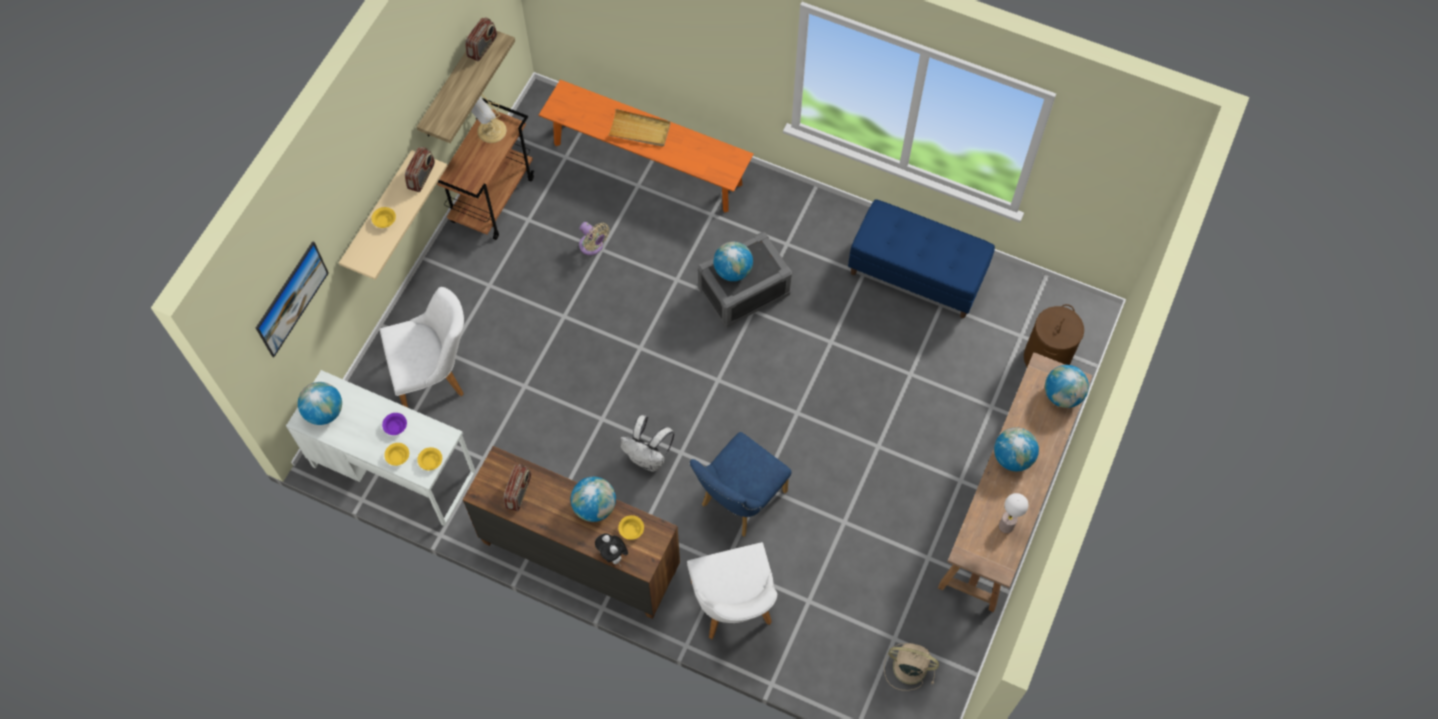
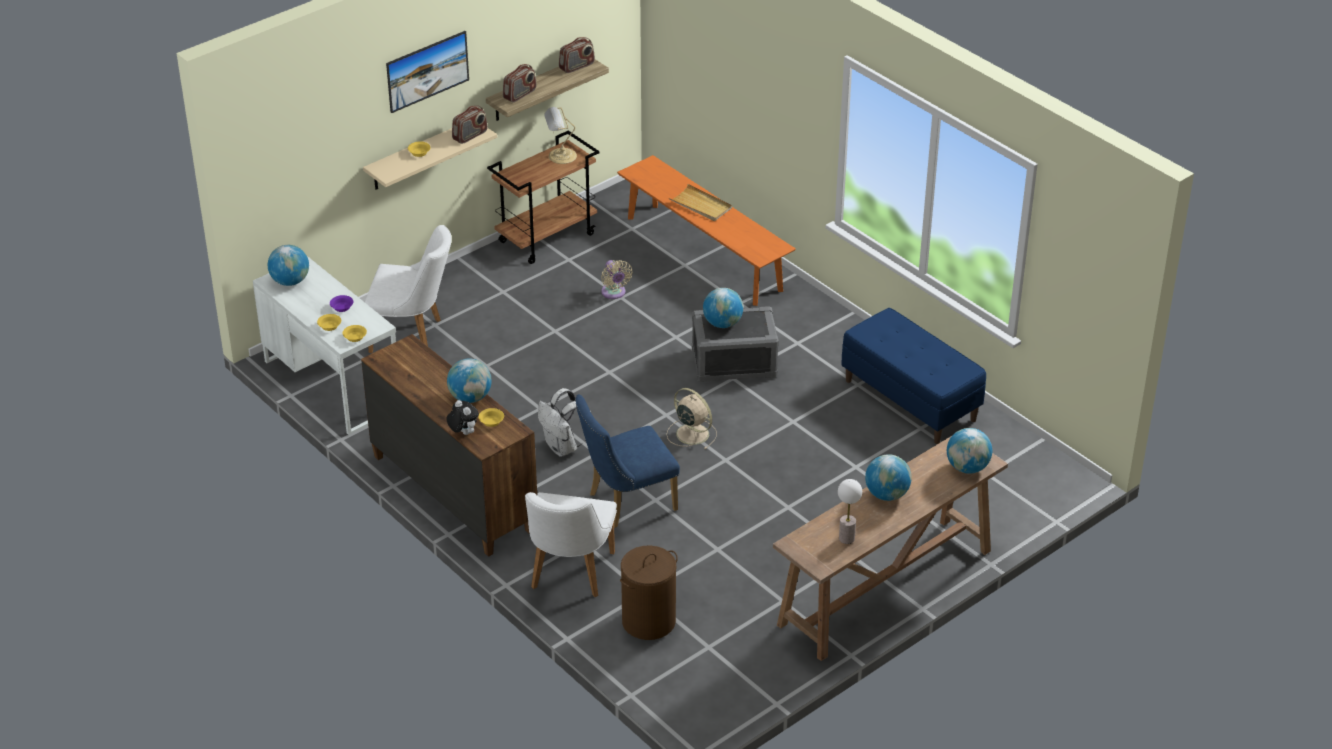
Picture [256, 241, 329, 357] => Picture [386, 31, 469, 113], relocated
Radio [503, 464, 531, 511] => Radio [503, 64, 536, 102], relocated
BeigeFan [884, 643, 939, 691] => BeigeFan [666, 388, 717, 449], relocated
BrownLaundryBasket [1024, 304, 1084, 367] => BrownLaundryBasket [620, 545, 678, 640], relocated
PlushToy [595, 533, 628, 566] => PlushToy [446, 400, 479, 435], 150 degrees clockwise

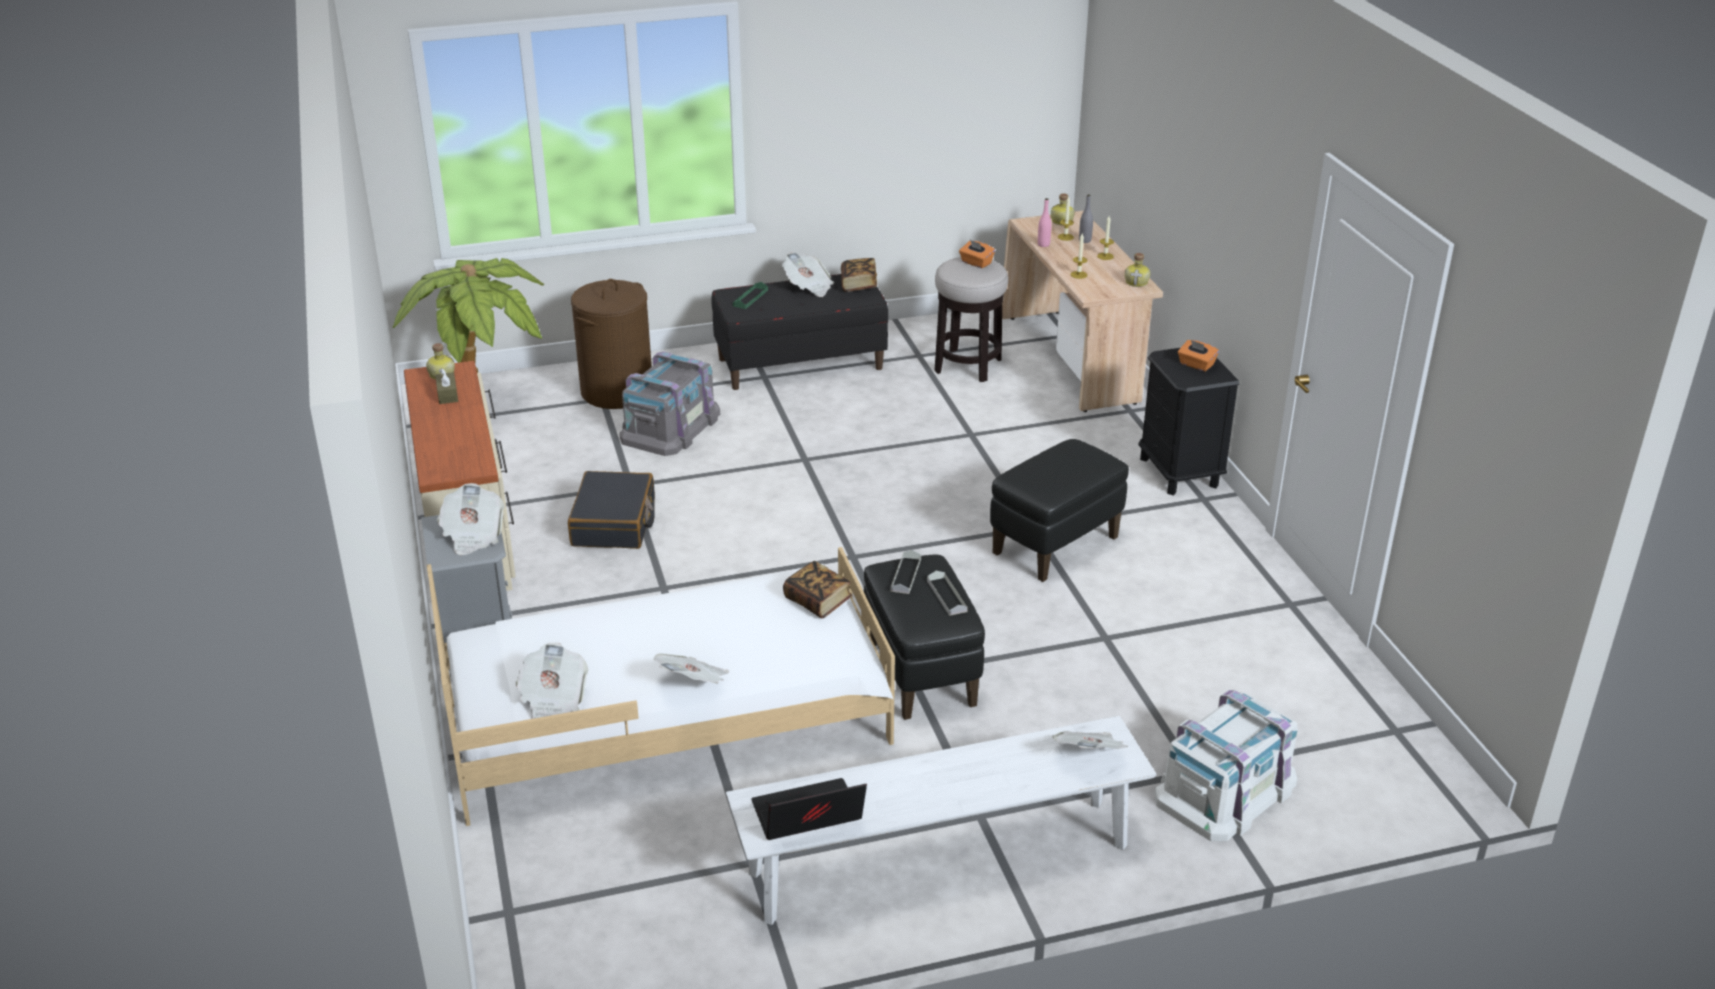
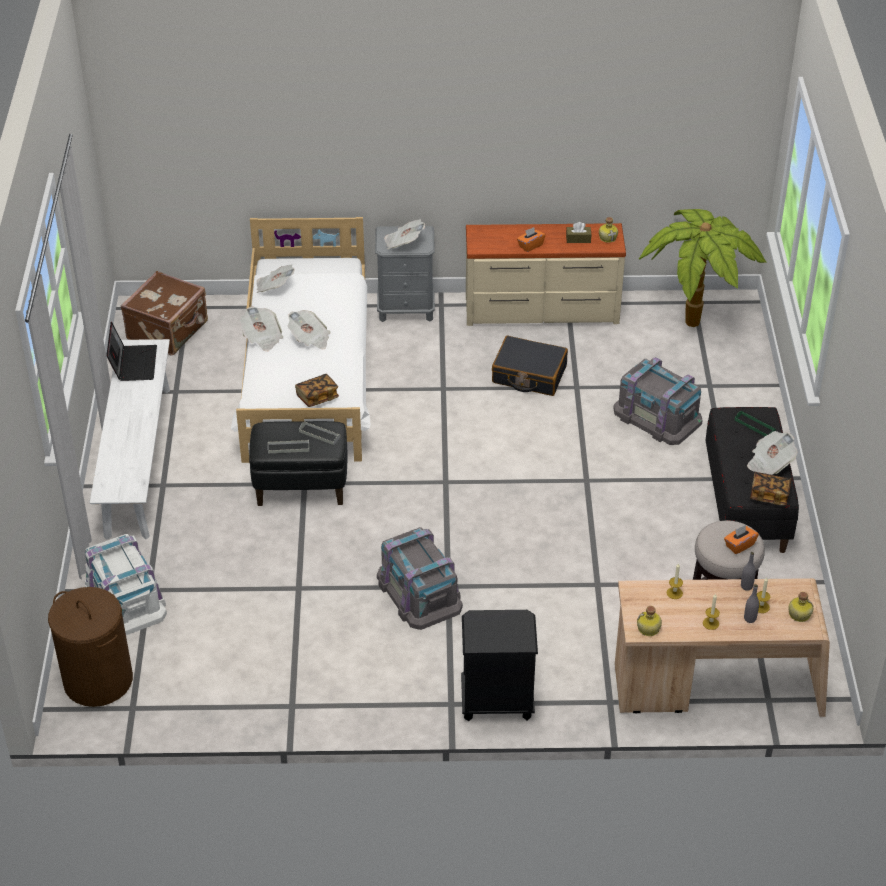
nothing => BrownSuitcase [121, 271, 208, 355]
BrownLaundryBasket [571, 279, 652, 409] => BrownLaundryBasket [48, 587, 133, 707], relocated
Newspaper [1052, 731, 1128, 749] => Newspaper [288, 310, 330, 349], relocated
OrangeTissueBox [1178, 340, 1219, 372] => OrangeTissueBox [517, 227, 546, 252], relocated
BlackOttoman [990, 439, 1129, 582] => GreyStorageBox [377, 527, 463, 630]
PinkBottle [1038, 198, 1052, 247] => GreyBottle [741, 552, 756, 591]

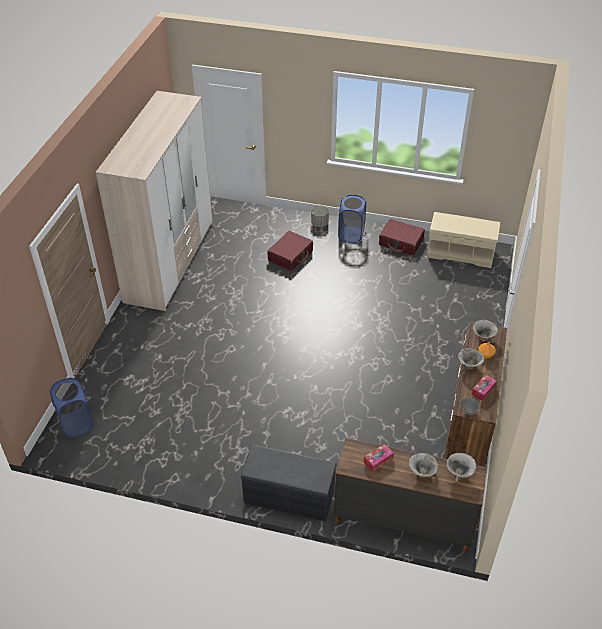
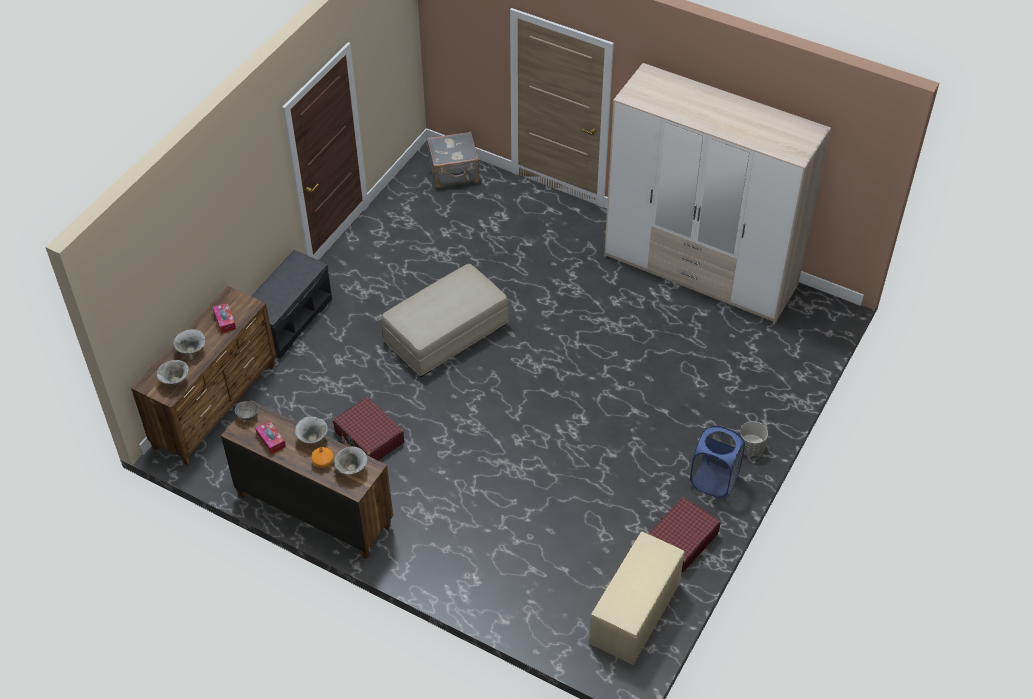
nothing => BeigeOttoman [381, 264, 509, 377]
RedSuitcase [267, 231, 313, 271] => RedSuitcase [333, 397, 404, 460], relocated
BlueLaundryBasket [50, 378, 93, 437] => GreySuitcase [427, 131, 479, 188]

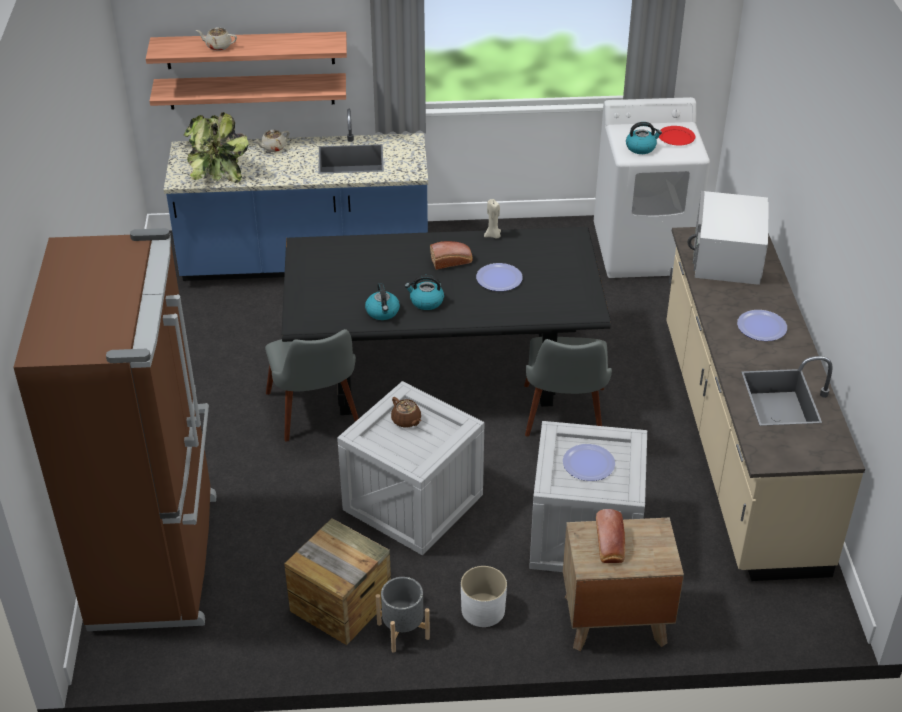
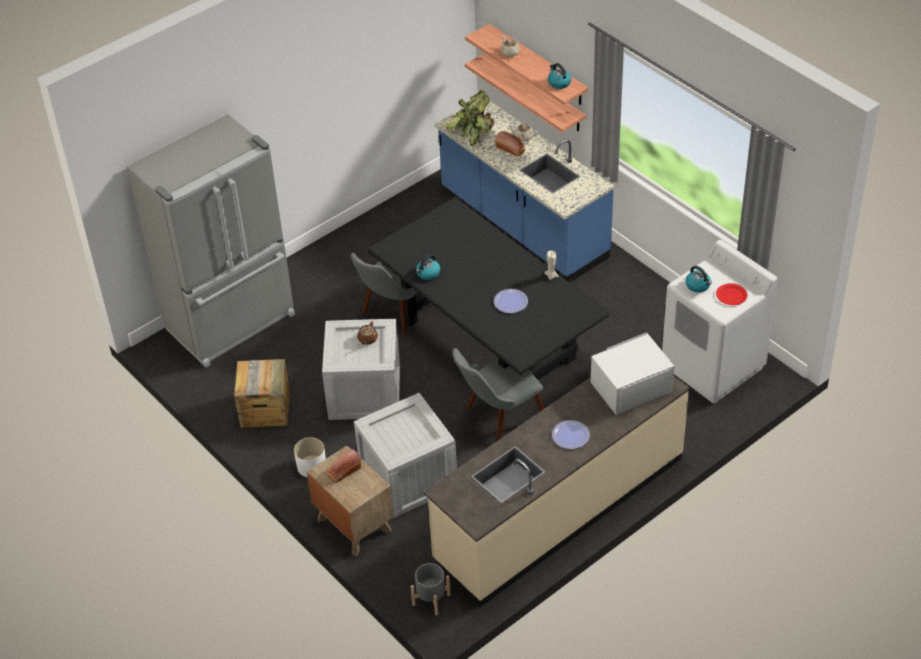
Plate [563, 444, 615, 481] => nothing
GreyPlanter [376, 577, 430, 653] => GreyPlanter [411, 563, 451, 615], relocated
Kettle [405, 275, 444, 310] => Kettle [548, 63, 571, 89], relocated
Bread [430, 241, 473, 270] => Bread [495, 131, 525, 156], relocated
BrownFridge [13, 228, 217, 631] => GreyFridge [127, 114, 295, 367]

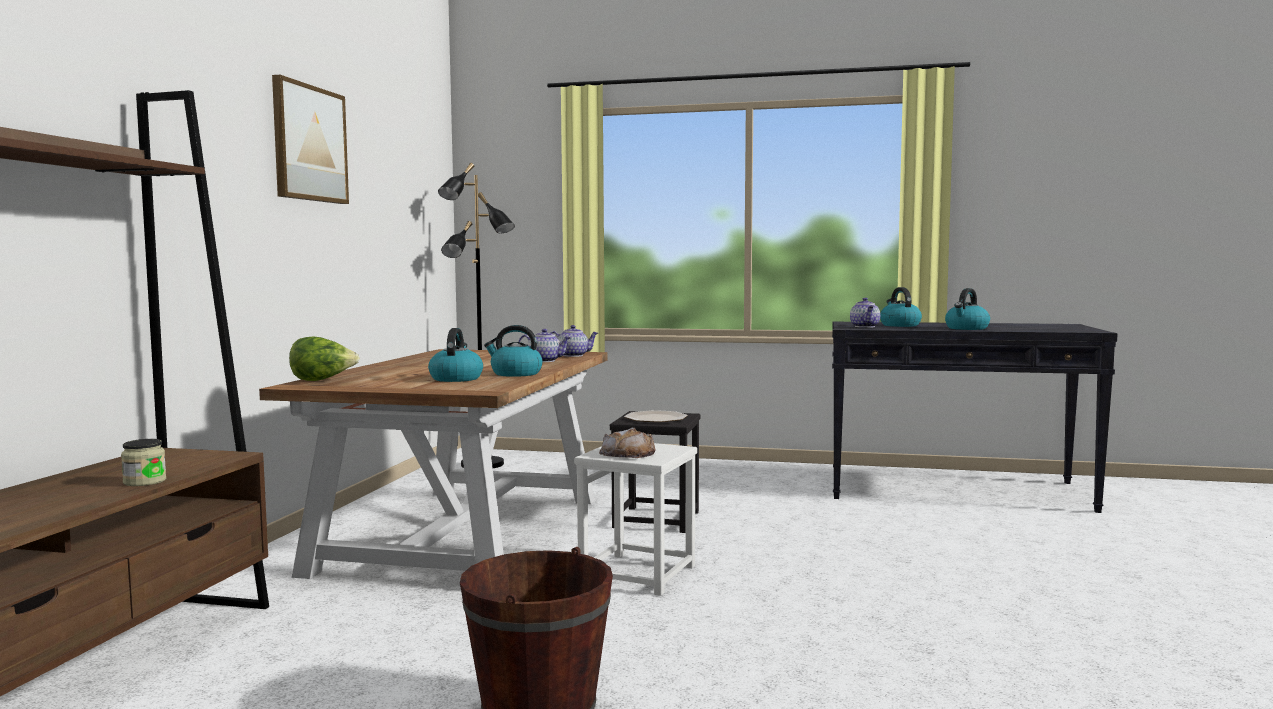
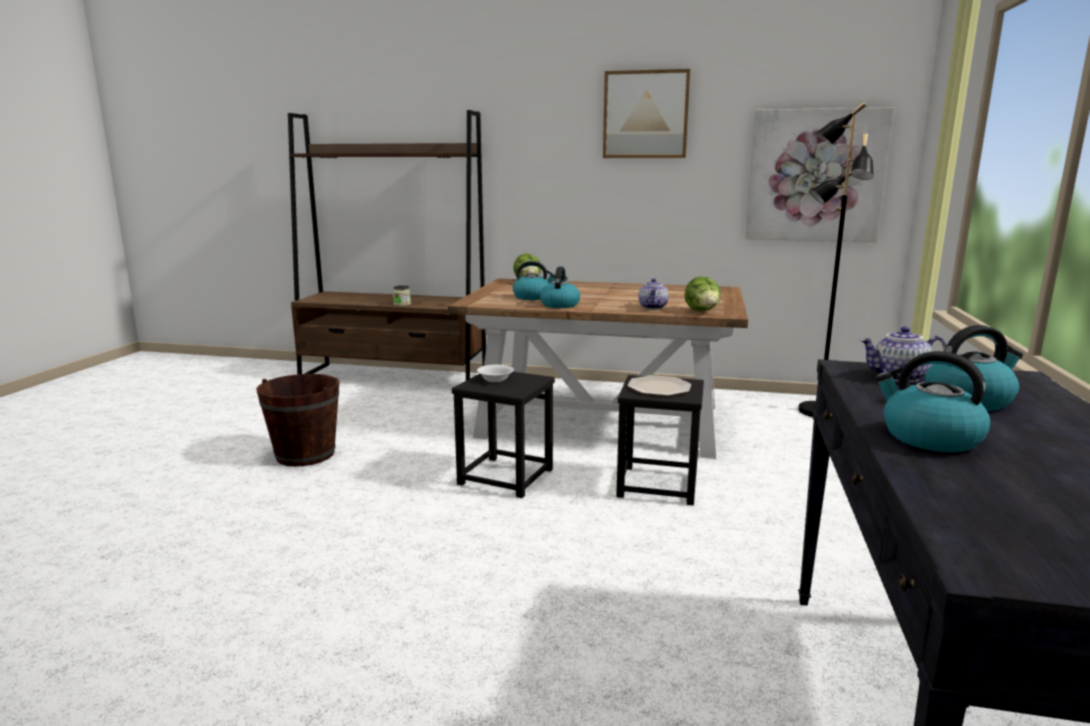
nothing => Picture [745, 108, 894, 242]
Teapot [551, 325, 598, 357] => Lettuce [684, 276, 721, 311]
Bread [599, 428, 656, 458] => WhiteBowl [477, 365, 514, 382]
WhiteStool [575, 443, 697, 596] => BlackStool [452, 372, 555, 498]

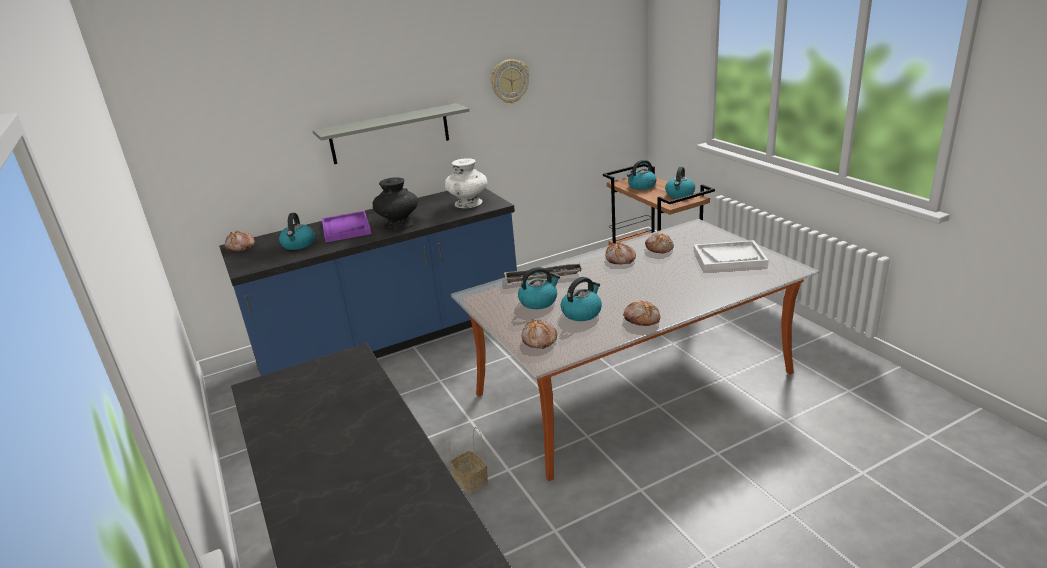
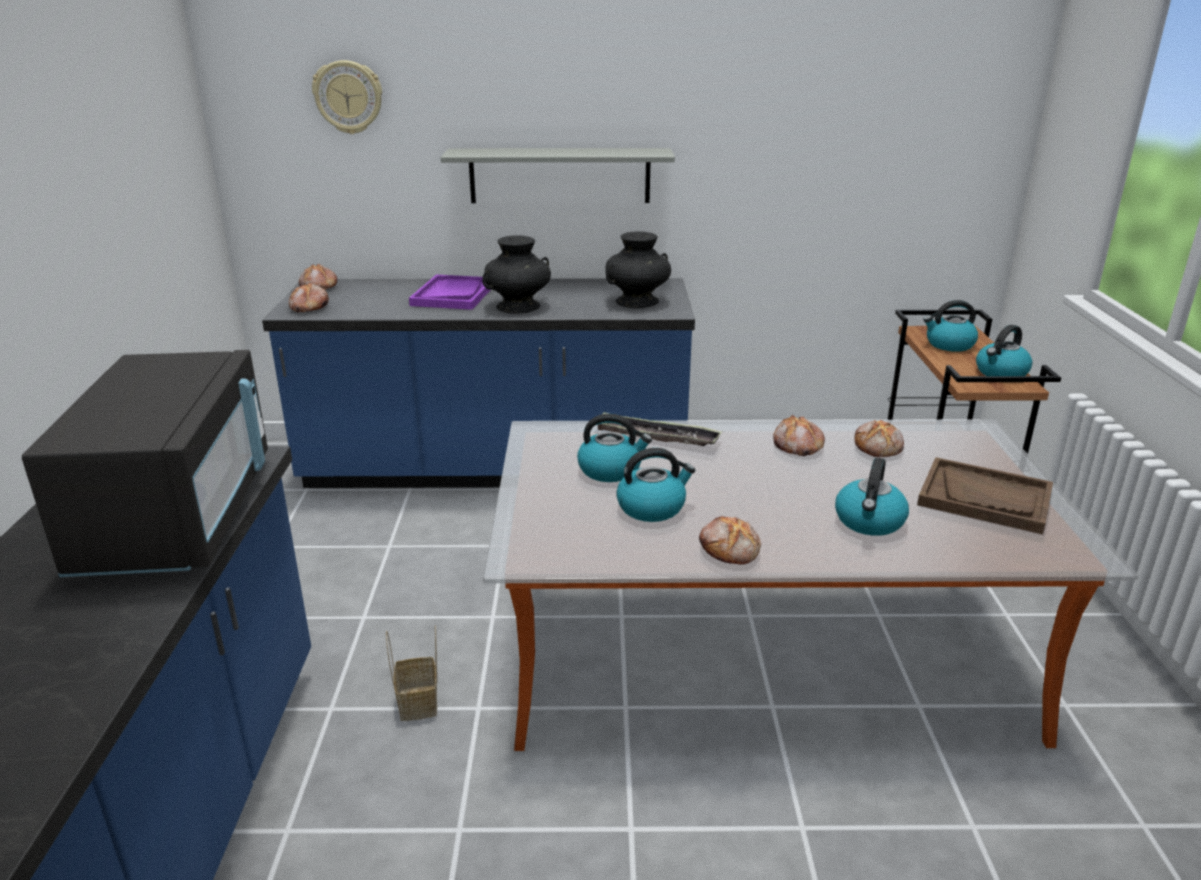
nothing => BlackMicrowave [22, 350, 268, 577]
Kettle [279, 213, 315, 250] => Kettle [835, 458, 909, 536], relocated
WallClock [491, 59, 529, 104] => WallClock [312, 60, 382, 134], relocated
Bread [521, 319, 557, 349] => Bread [289, 282, 329, 313], relocated
WhiteVase [445, 158, 487, 208] => BlackVase [605, 231, 671, 308]
WhiteTray [694, 240, 769, 270] => BrownTray [917, 457, 1053, 534]

